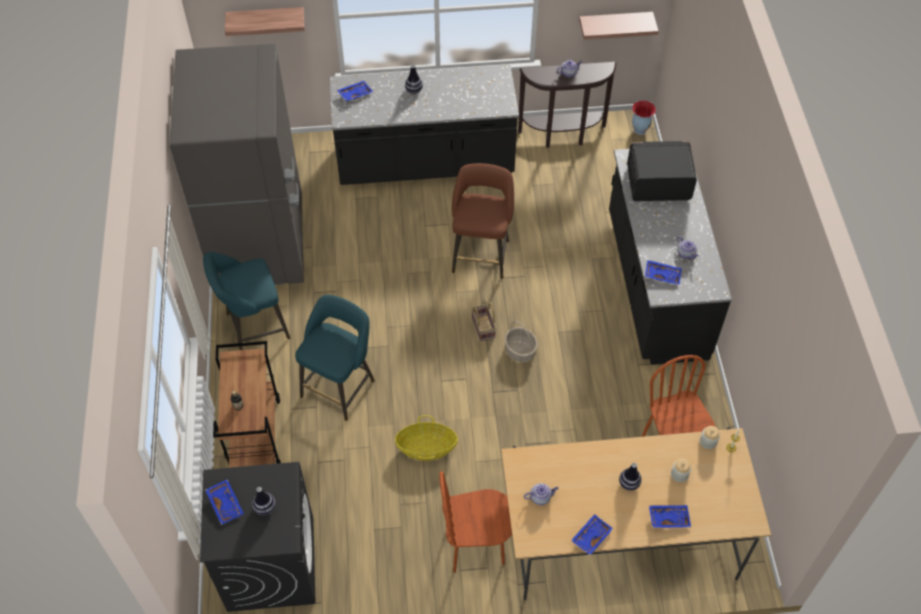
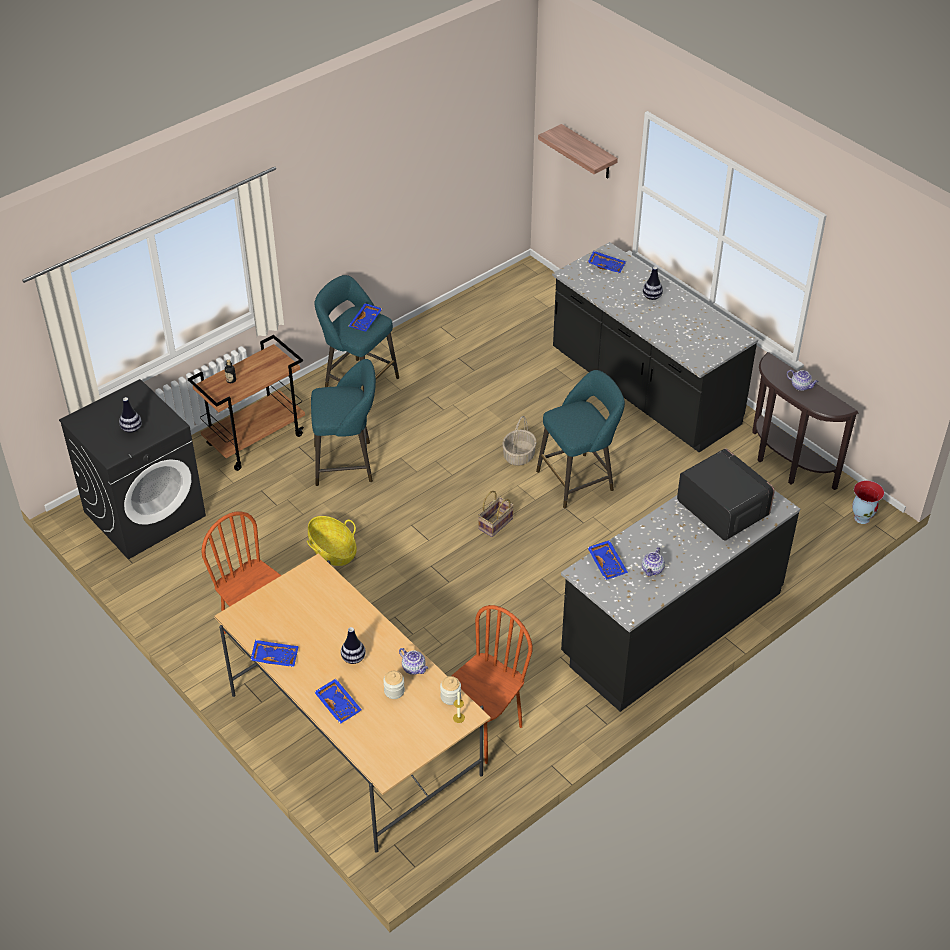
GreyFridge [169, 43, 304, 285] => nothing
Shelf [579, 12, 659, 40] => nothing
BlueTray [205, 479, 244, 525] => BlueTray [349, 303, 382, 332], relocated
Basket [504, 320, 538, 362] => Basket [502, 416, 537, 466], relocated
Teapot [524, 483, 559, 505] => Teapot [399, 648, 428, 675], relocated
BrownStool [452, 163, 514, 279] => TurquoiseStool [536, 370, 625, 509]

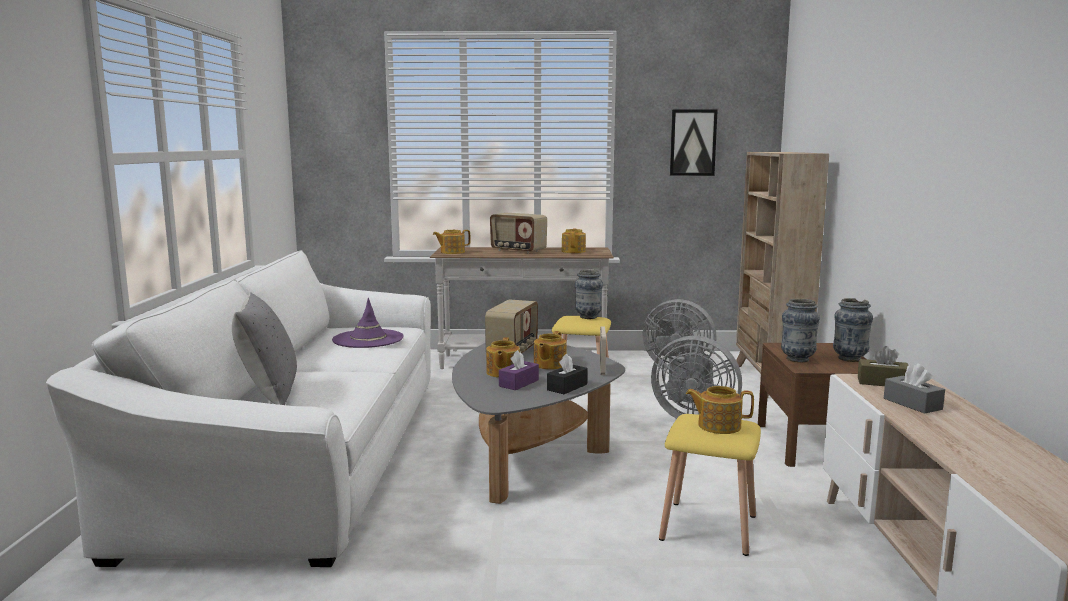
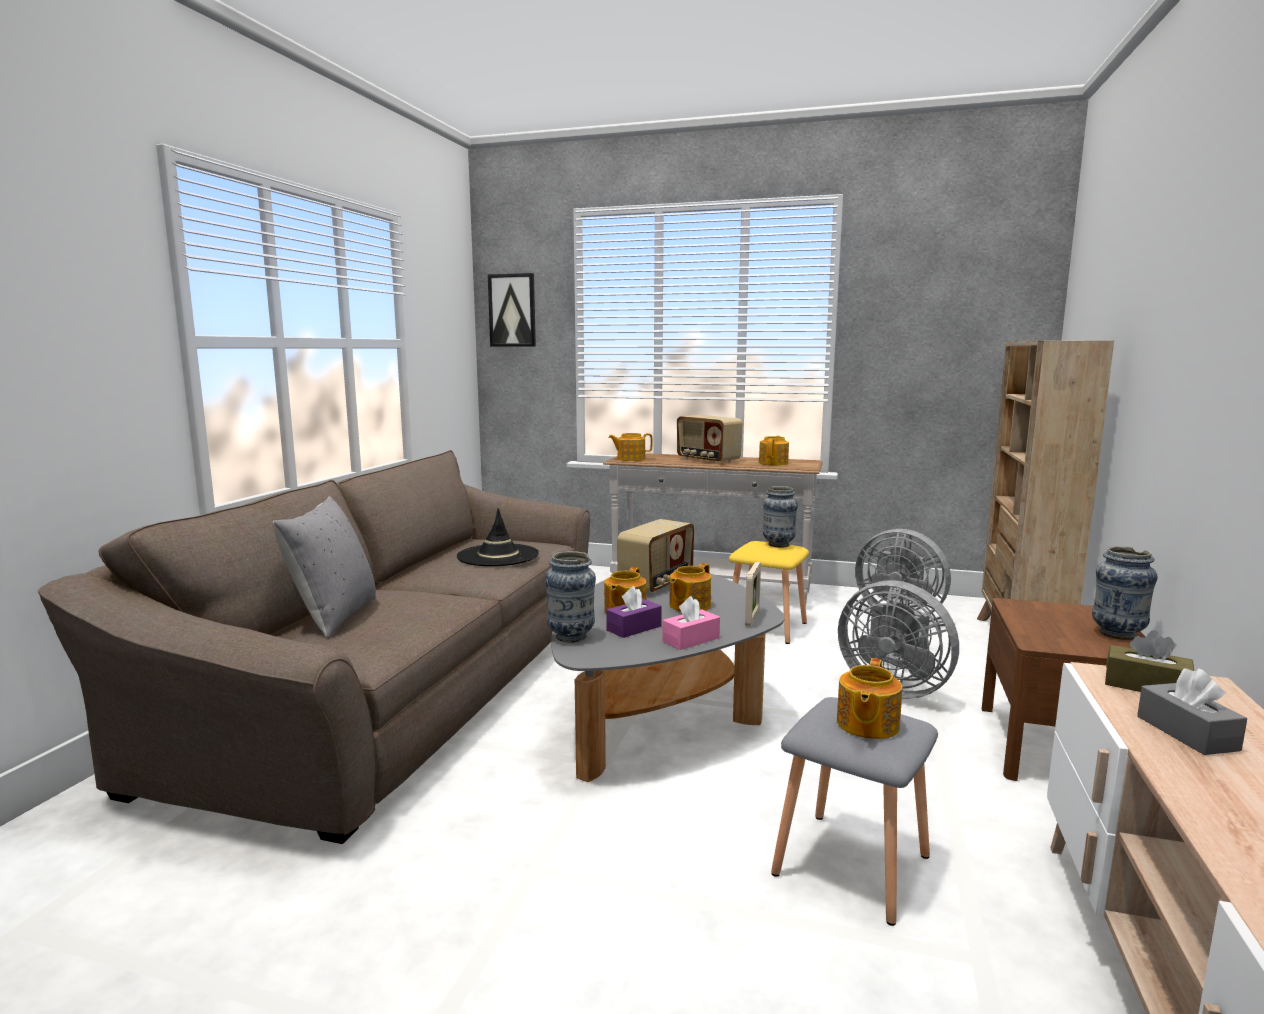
Picture [670, 109, 718, 176] => Picture [488, 273, 536, 347], relocated
Vase [781, 299, 820, 362] => Vase [545, 551, 596, 643], relocated
WhiteSofa [46, 250, 431, 567] => BrownSofa [38, 450, 590, 844]
PurpleHat [332, 298, 404, 348] => BlackHat [457, 508, 539, 566]
BlackTissueBox [547, 354, 588, 394] => PinkTissueBox [662, 596, 720, 650]
YellowStool [659, 414, 761, 556] => GreyStool [771, 697, 938, 926]
Teapot [686, 386, 754, 434] => Teapot [837, 658, 902, 739], 90 degrees counterclockwise

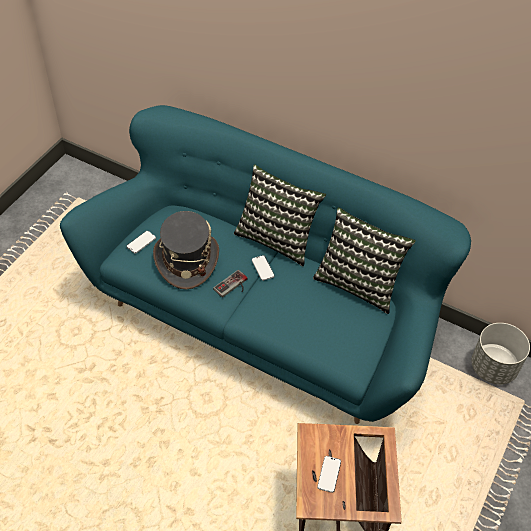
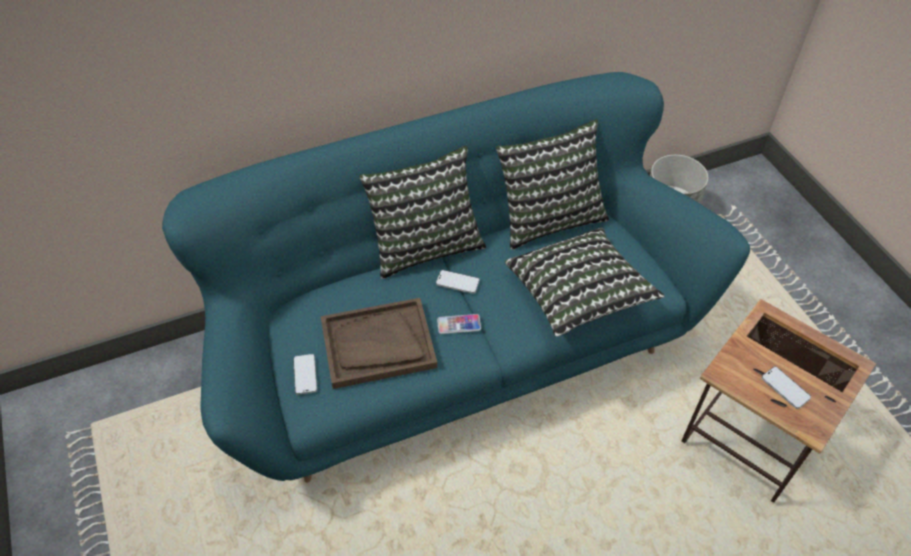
nothing => Pillow [505, 227, 665, 337]
GreyHat [153, 211, 219, 290] => BrownTray [321, 298, 437, 389]
GameController [213, 270, 248, 298] => Phone [437, 314, 481, 334]

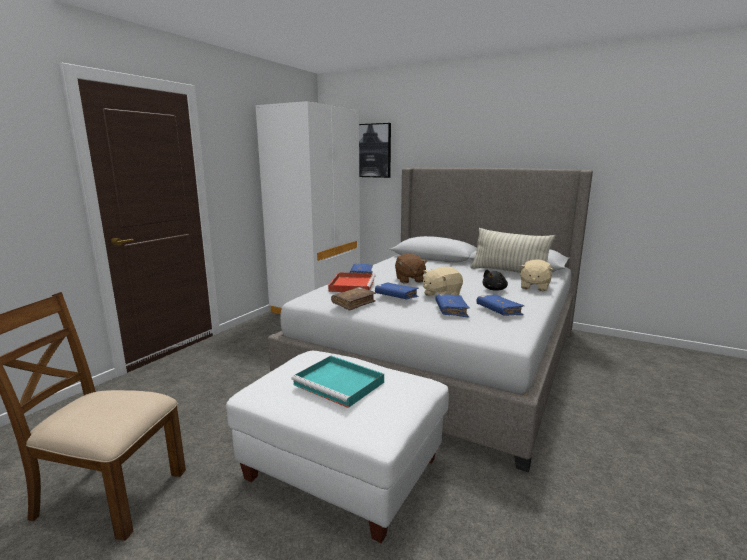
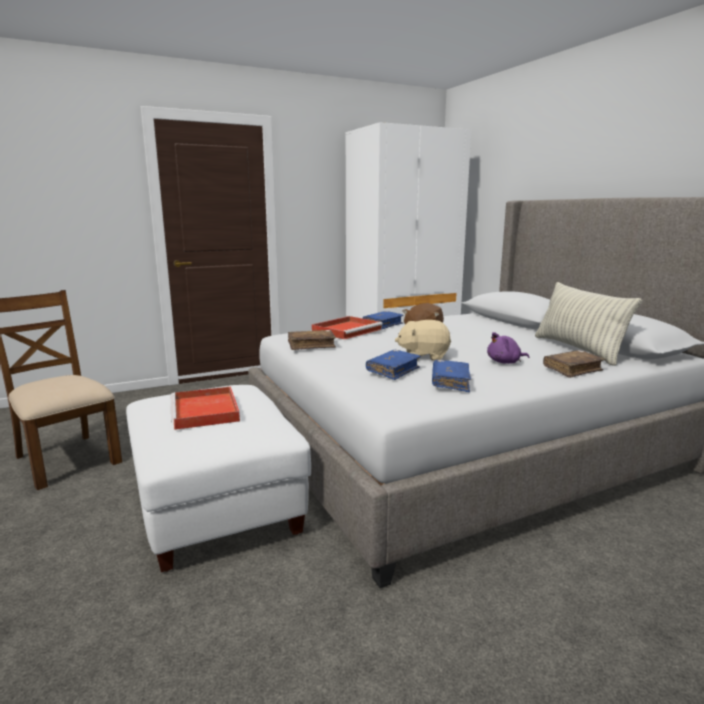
Picture [359, 123, 391, 178] => nothing
BlueBook [375, 283, 419, 300] => nothing
BeigePlushToy [519, 259, 553, 291] => BrownBook [543, 350, 606, 378]
TurquoiseTray [291, 356, 384, 408] => RedTray [171, 387, 240, 430]
BlackPlushToy [482, 270, 508, 291] => PurplePlushToy [487, 332, 529, 364]

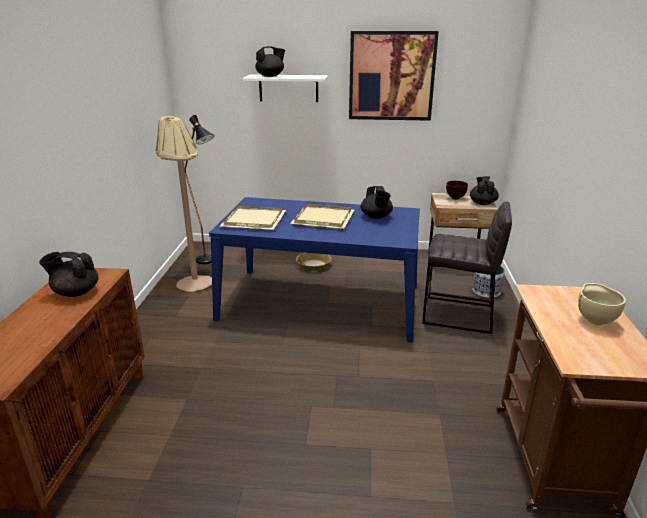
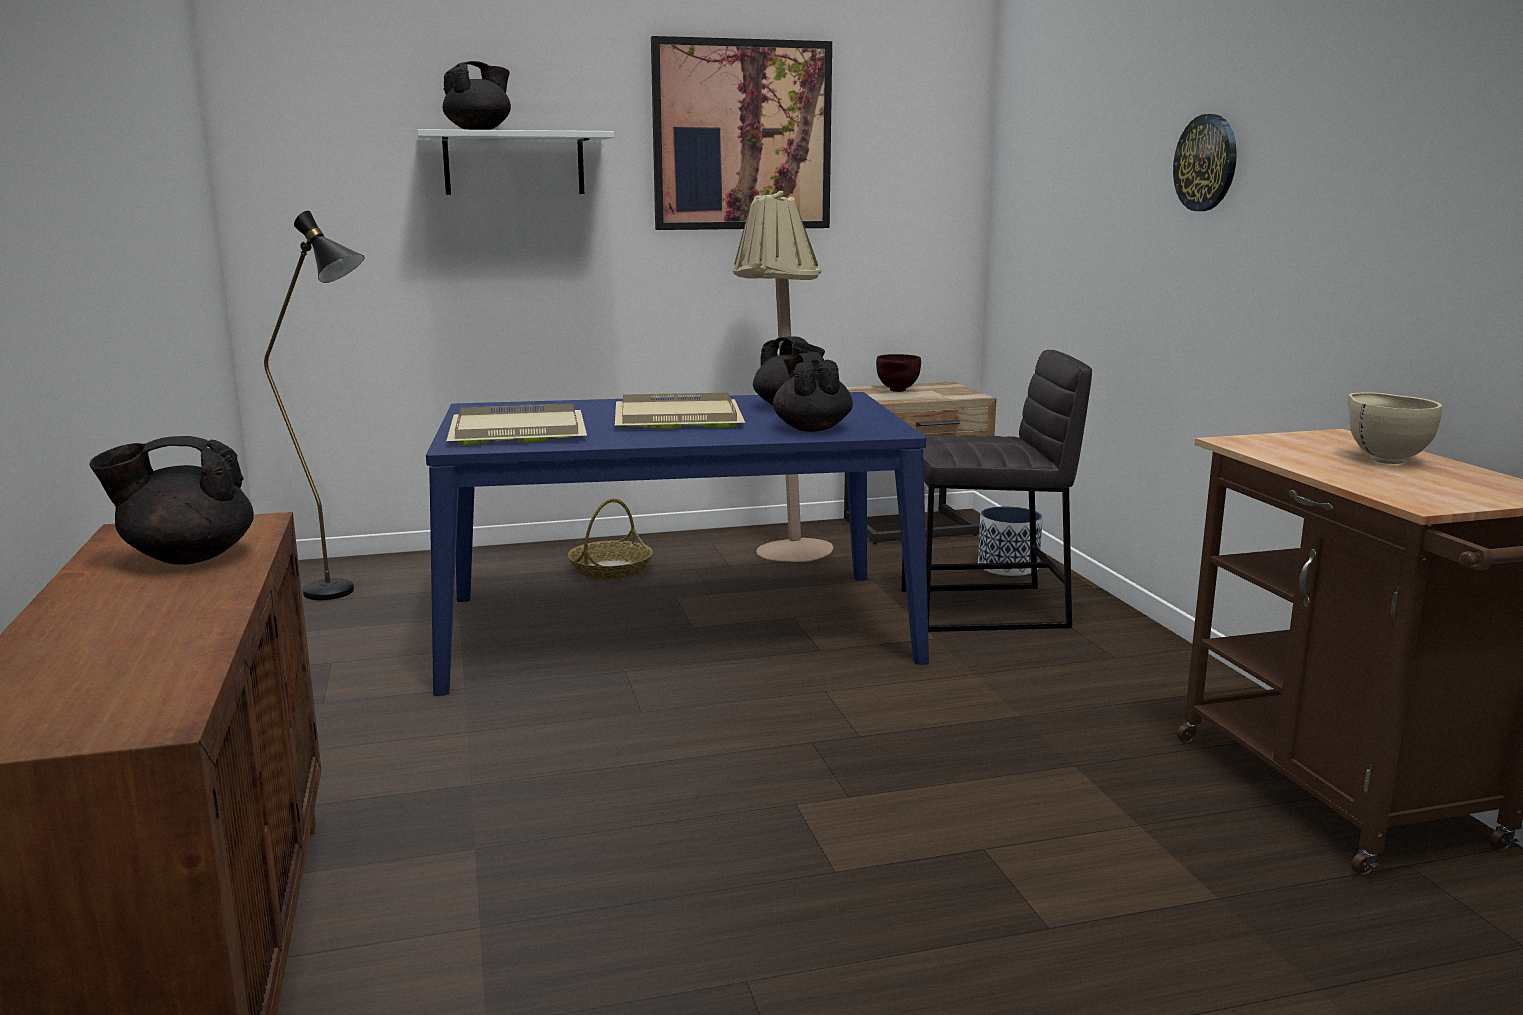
nothing => WallClock [1173, 114, 1237, 211]
BeigeFloorLamp [156, 116, 212, 292] => BeigeFloorLamp [733, 191, 833, 562], relocated
BlackTeapot [470, 176, 499, 205] => BlackTeapot [773, 352, 853, 432], relocated

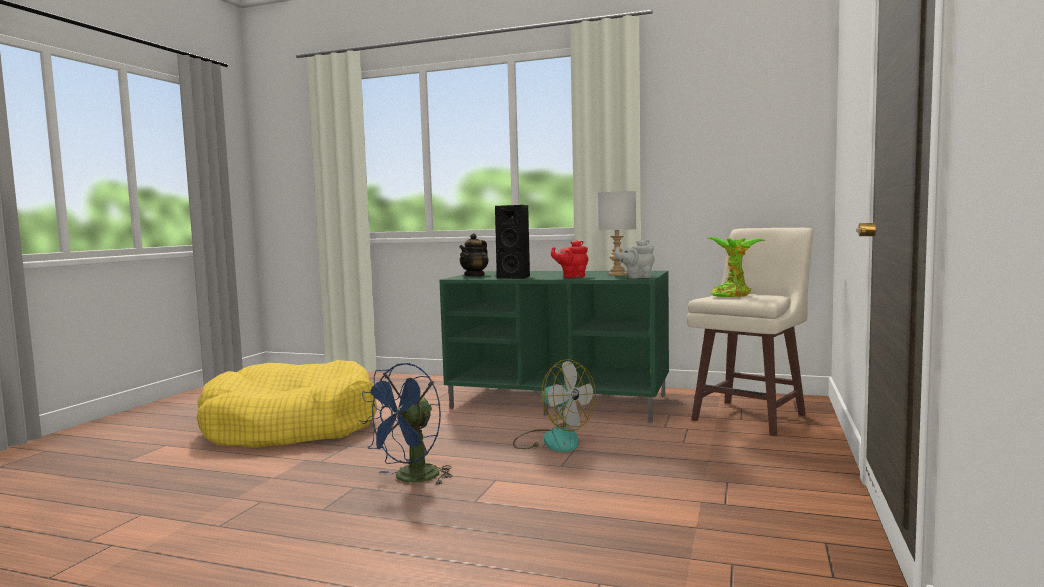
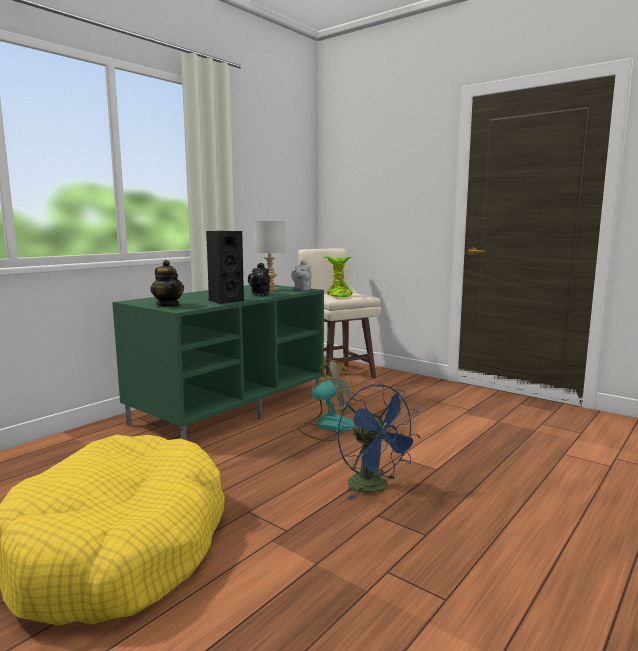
RedTeapot [551, 240, 588, 278] => BlackTeapot [248, 263, 270, 296]

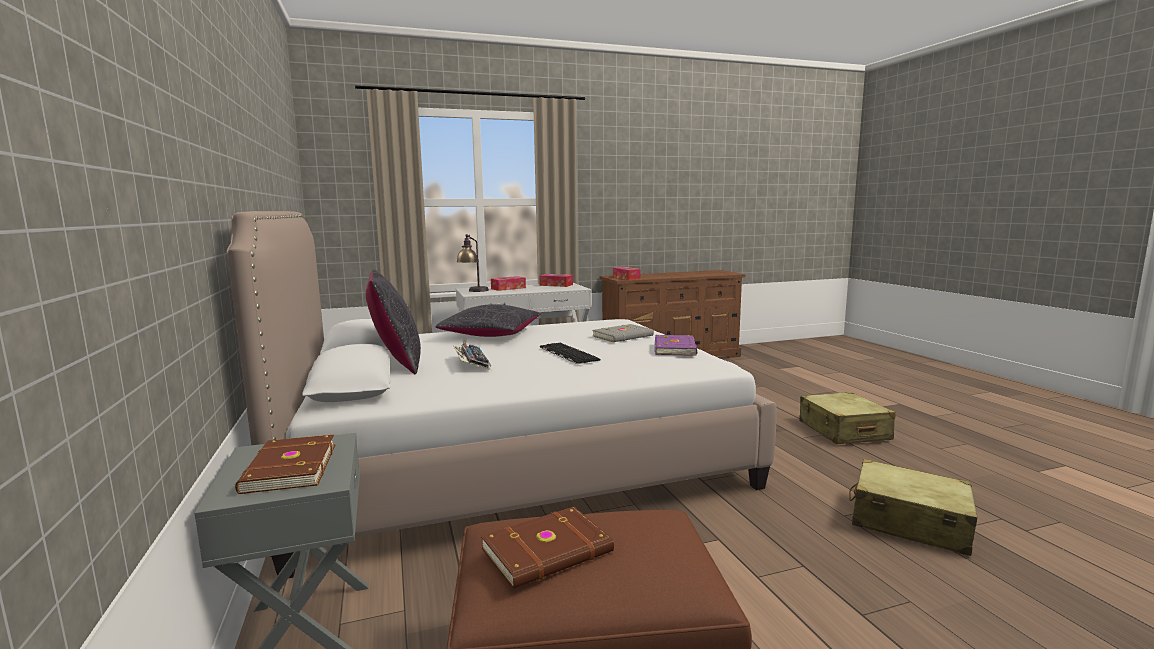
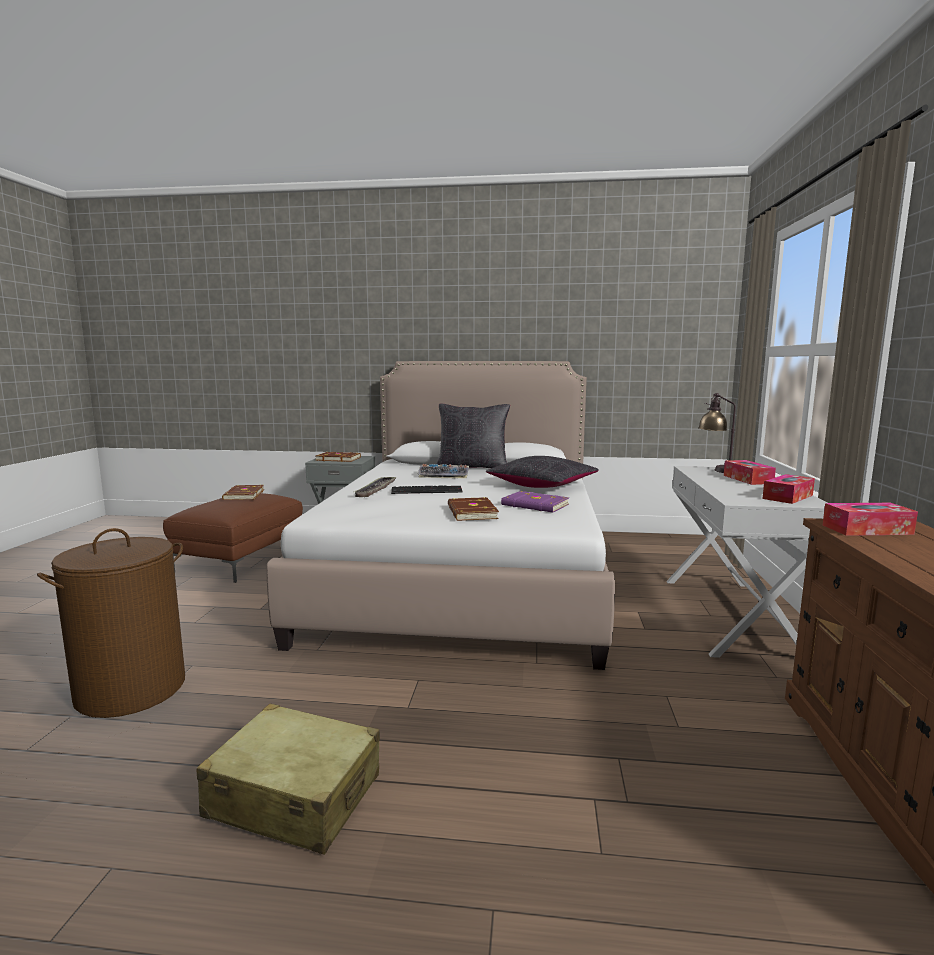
nothing => Tray [353, 477, 396, 497]
PurpleBook [655, 335, 697, 356] => PurpleBook [501, 491, 569, 513], relocated
BeigeSuitcase [849, 459, 977, 556] => BrownLaundryBasket [37, 528, 185, 718]
GreyBook [592, 324, 654, 342] => BrownBook [448, 497, 499, 521]

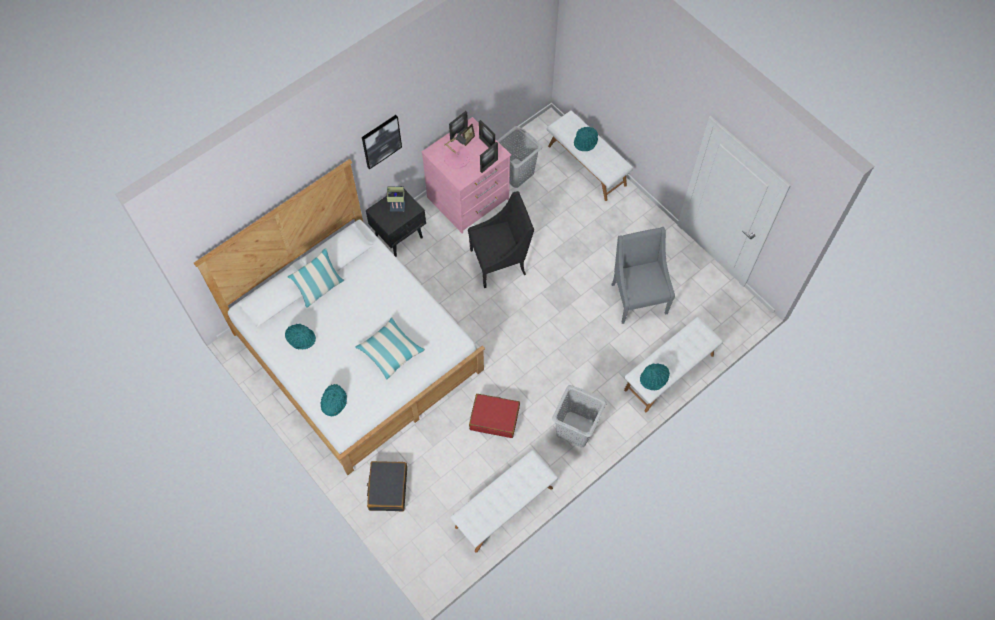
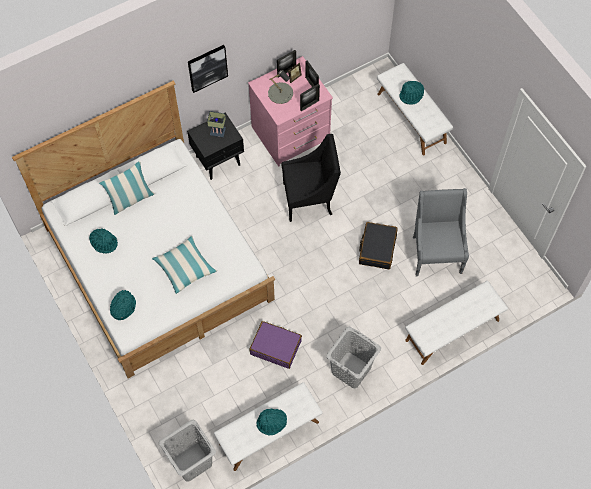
BlackSuitcase [367, 461, 407, 511] => BlackSuitcase [359, 222, 398, 269], relocated
GreyLaundryBasket [497, 126, 542, 188] => GreyLaundryBasket [159, 420, 216, 482], relocated
TurquoiseHat [640, 364, 670, 390] => TurquoiseHat [257, 409, 287, 436], relocated
PinkTableLamp [444, 133, 470, 169] => GreyTableLamp [268, 70, 293, 104]
RedSuitcase [469, 394, 520, 438] => PurpleSuitcase [249, 321, 302, 369]

